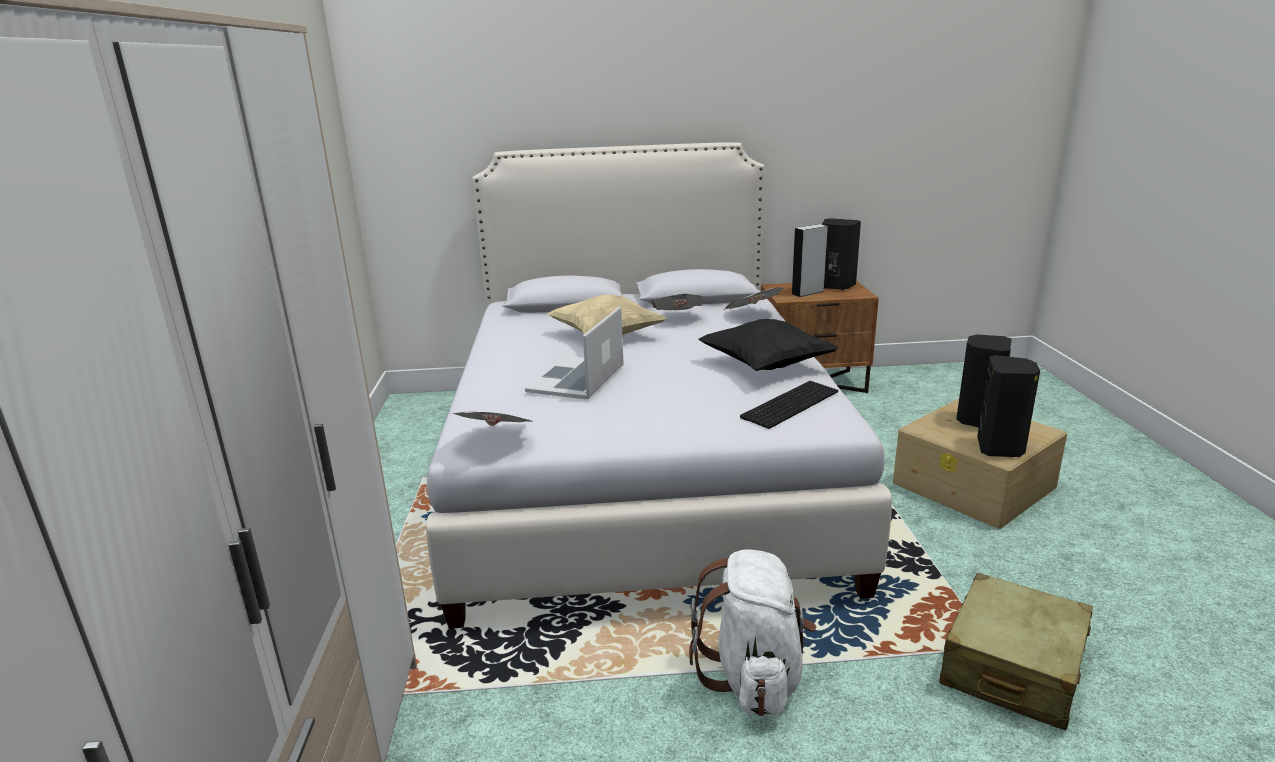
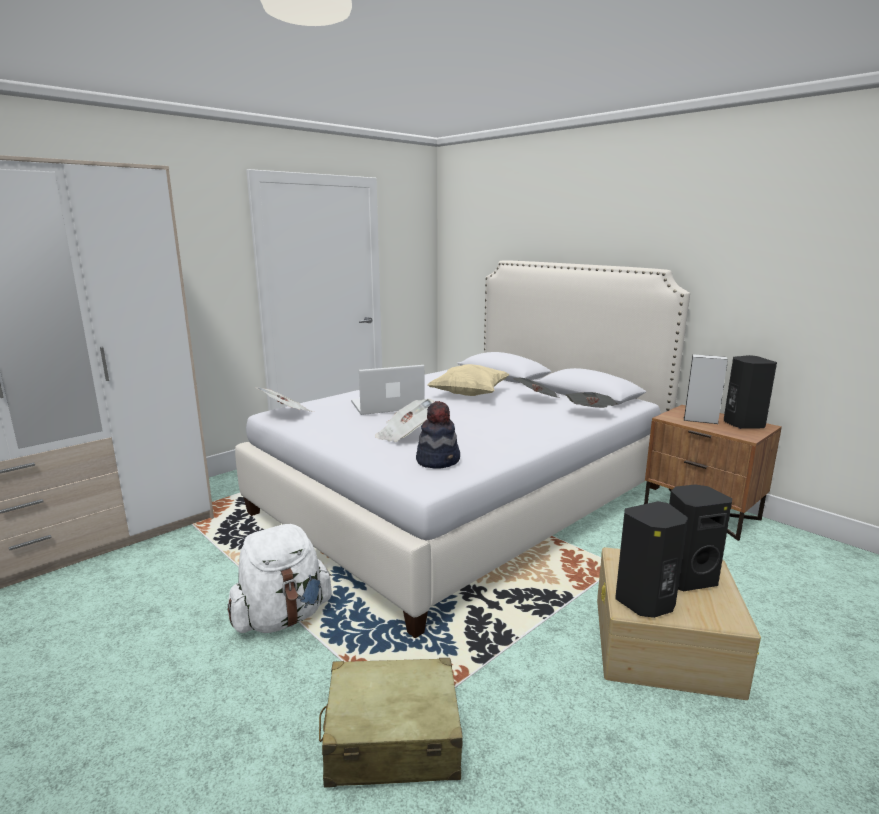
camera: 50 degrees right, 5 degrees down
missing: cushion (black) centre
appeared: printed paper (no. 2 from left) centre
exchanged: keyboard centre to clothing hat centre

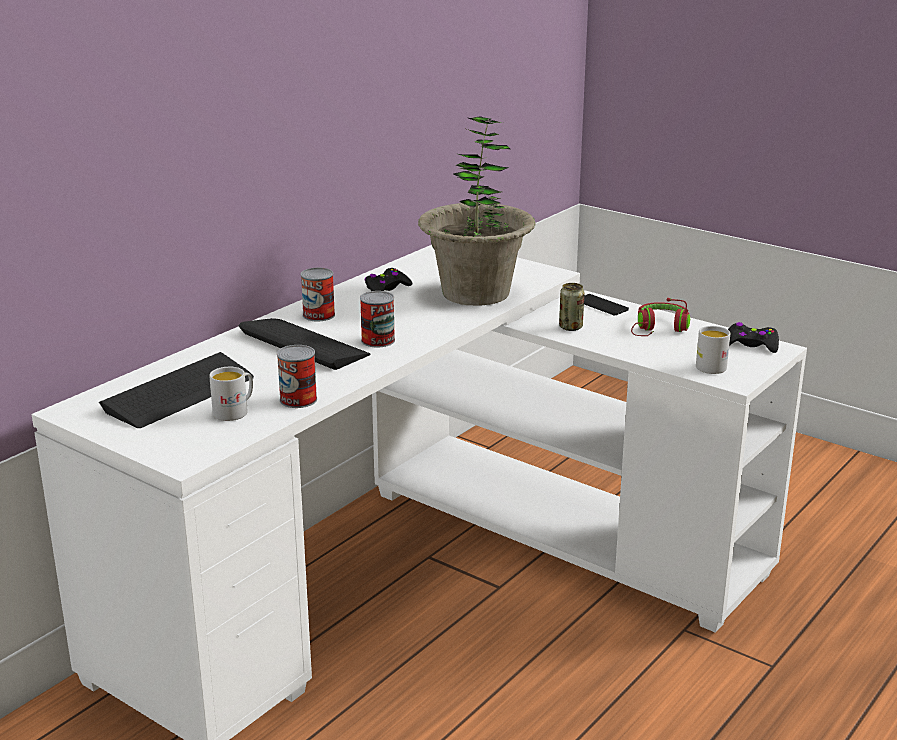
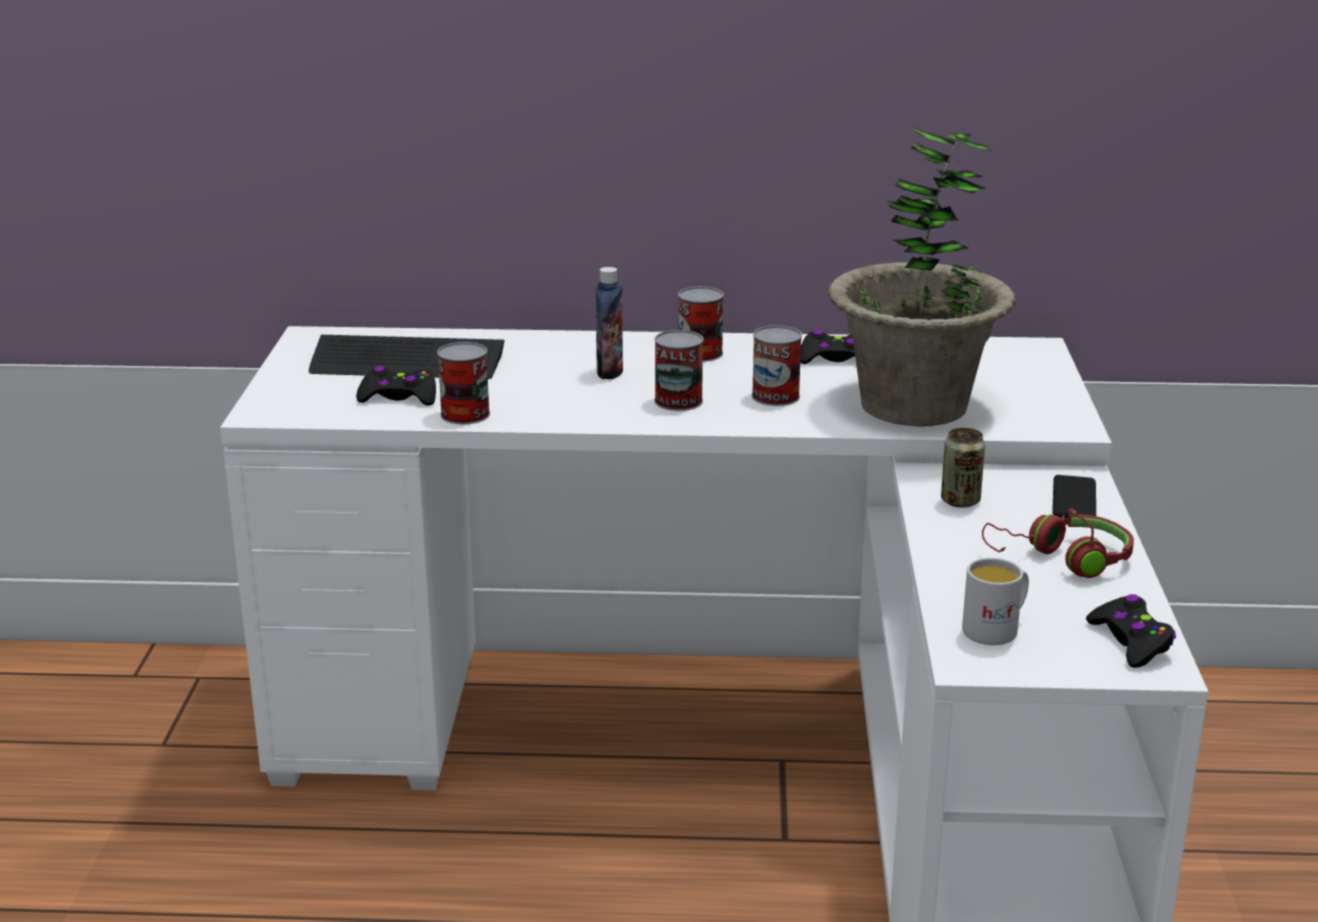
camera: 55 degrees right, 0 degrees up
appeared: can (no. 4 from left) centre
exchanged: mug (white-coloured) (no. 1 from left) middle left to gamepad (black) (no. 1 from left) middle left; keyboard (no. 2 from left) centre to beverage bottle centre

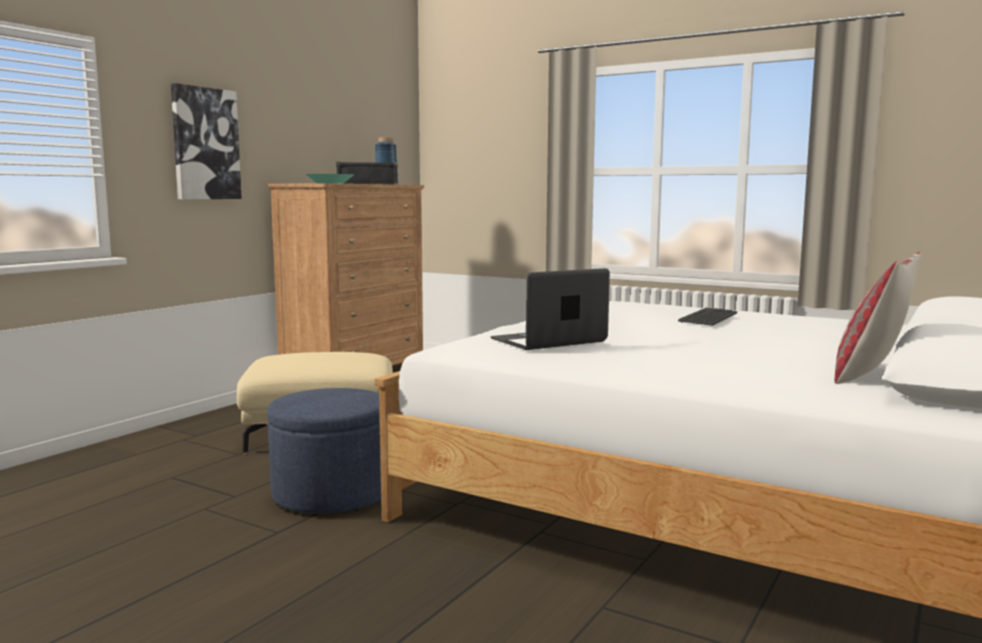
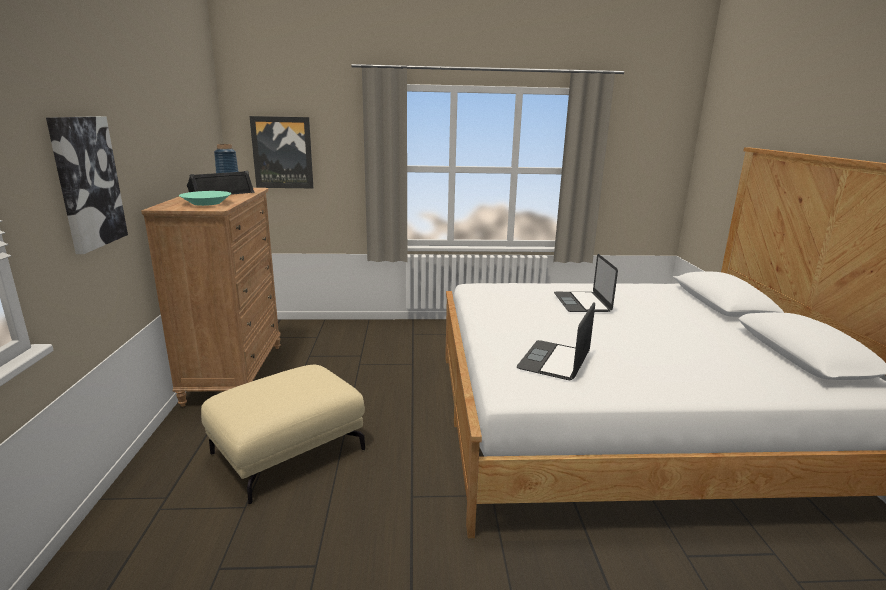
camera: 35 degrees left, 10 degrees up
missing: ottoman (blue) bottom left; cushion middle right
appeared: picture (no. 2 from left) top left
exchanged: keyboard middle right to laptop (no. 2 from left) centre

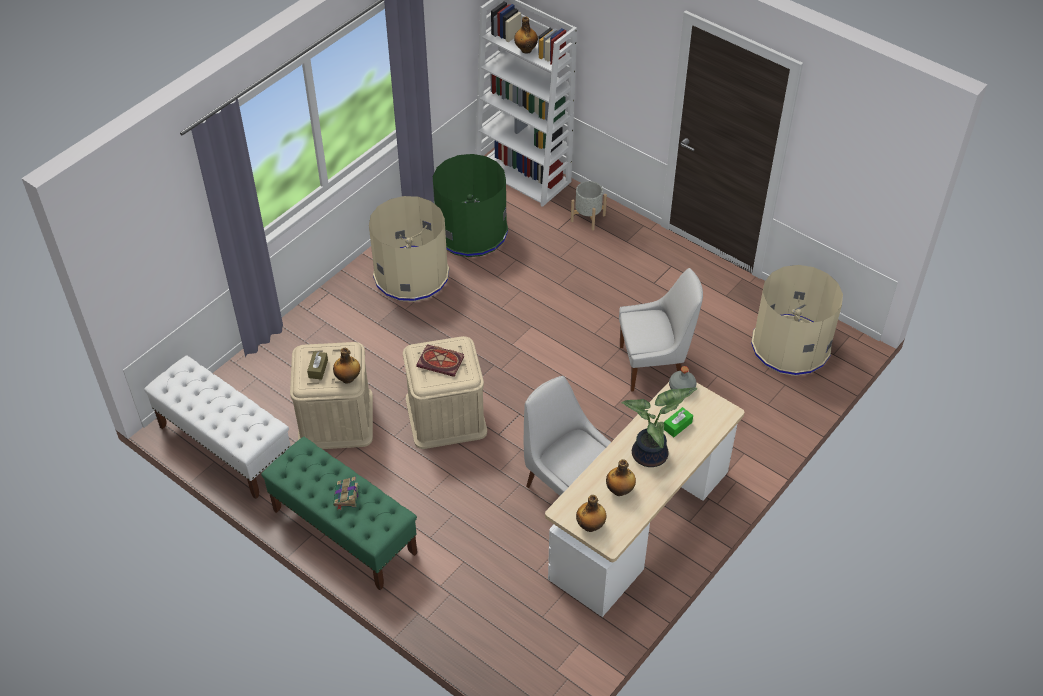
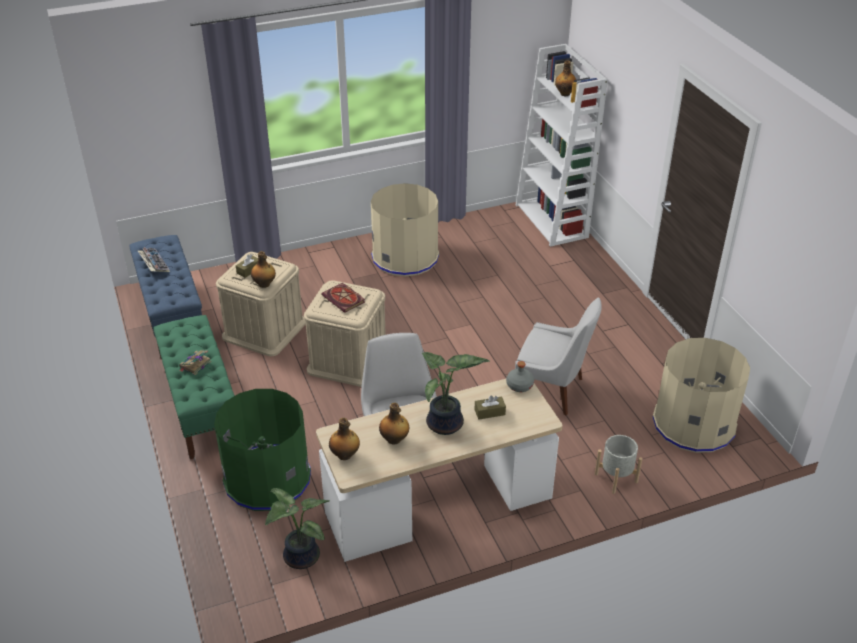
camera: 30 degrees right, 10 degrees down
appeared: keyboard middle left; potted plant (no. 1 from left) bottom centre
relocated: waste bin (green-coloured) top centre to bottom left; flower pot (greyish) top centre to bottom right
colour: long seat (white-coloured) middle left to long seat (blue) middle left; tissue box (green-coloured) centre to tissue box (brown-coloured) (no. 2 from left) centre

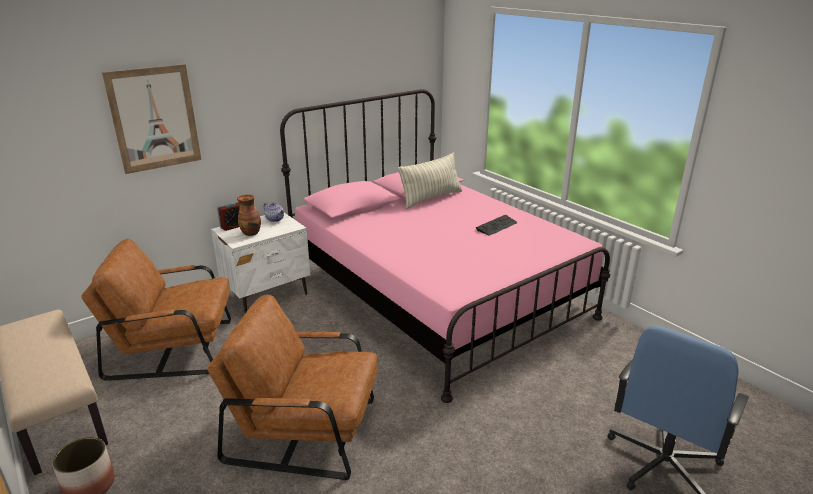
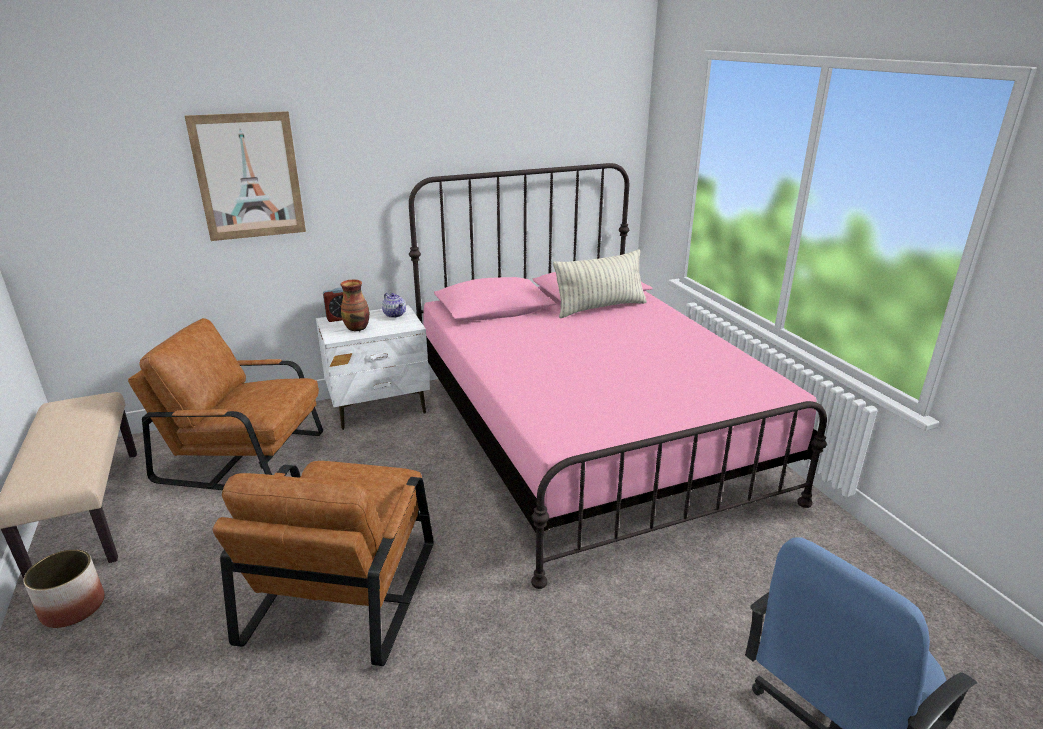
camera: 15 degrees right, 0 degrees up
missing: keyboard centre
spun: easy chair (brown-coloured) (no. 2 from left) bottom centre = bottom left 105 degrees counterclockwise

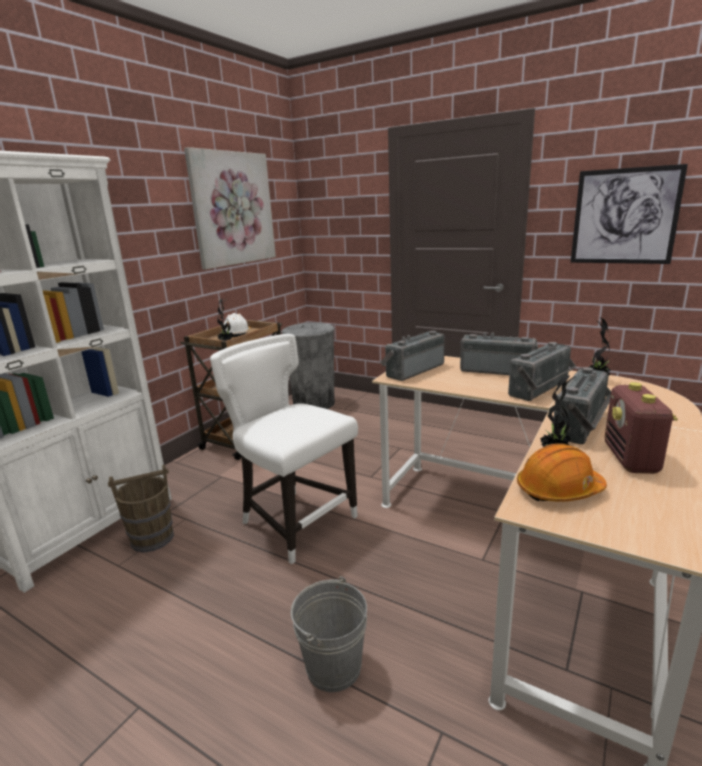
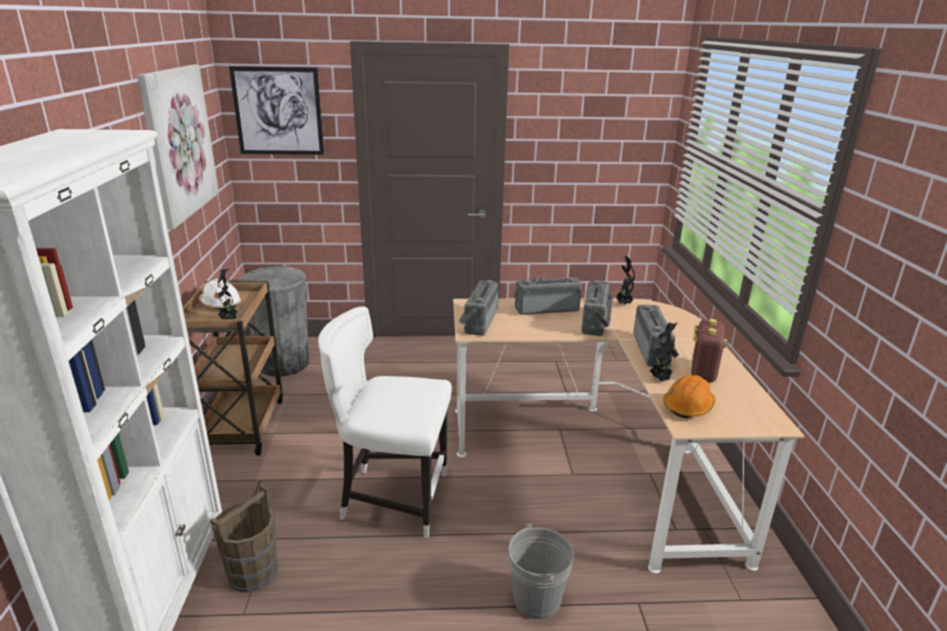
camera: 35 degrees left, 5 degrees up
relocated: picture (no. 2 from left) top right to top left
spun: radio (no. 5 from left) middle right = middle right 135 degrees counterclockwise

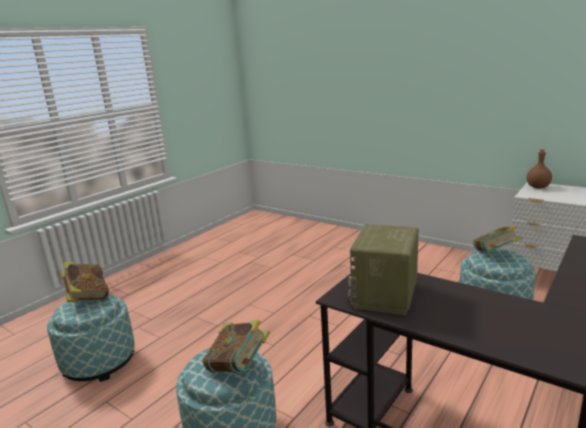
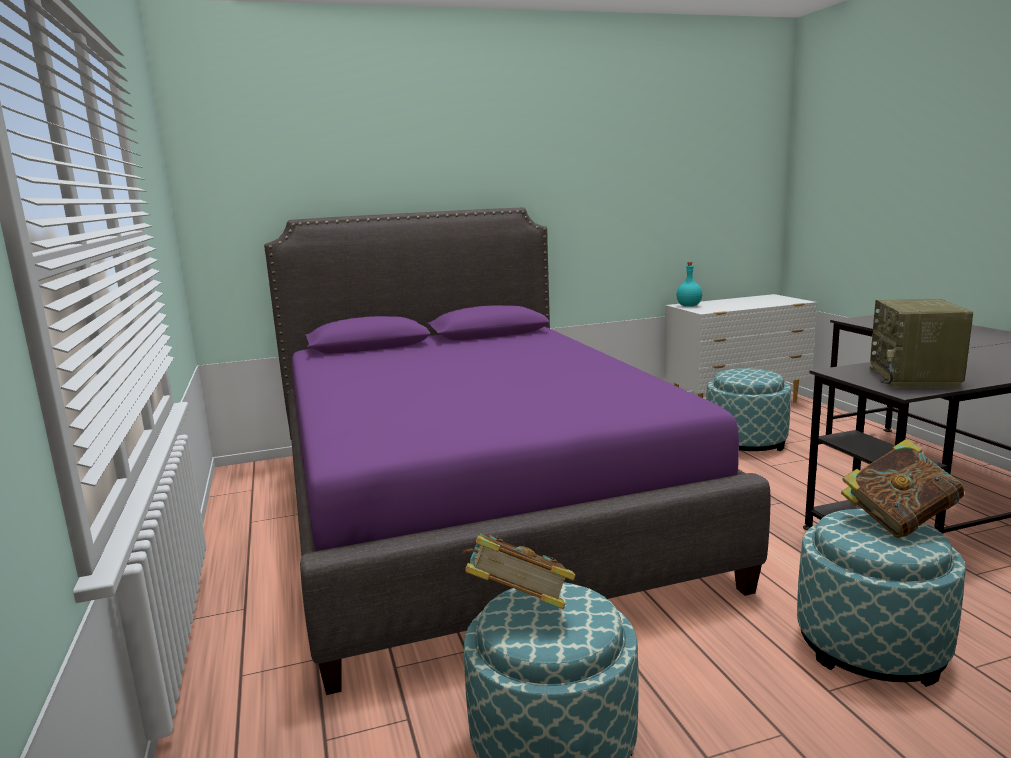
camera: 55 degrees left, 5 degrees down
missing: book (no. 3 from left) middle right
appeared: sleeping bed (purple-coloured) centre
colour: beverage bottle (brown-coloured) middle right to beverage bottle (turquoise-coloured) middle right
spun: radio centre = middle right 45 degrees clockwise

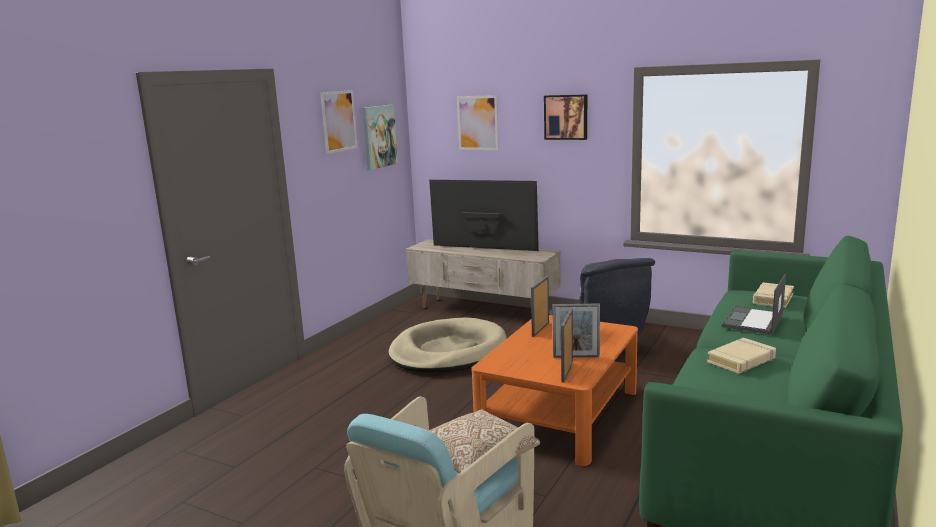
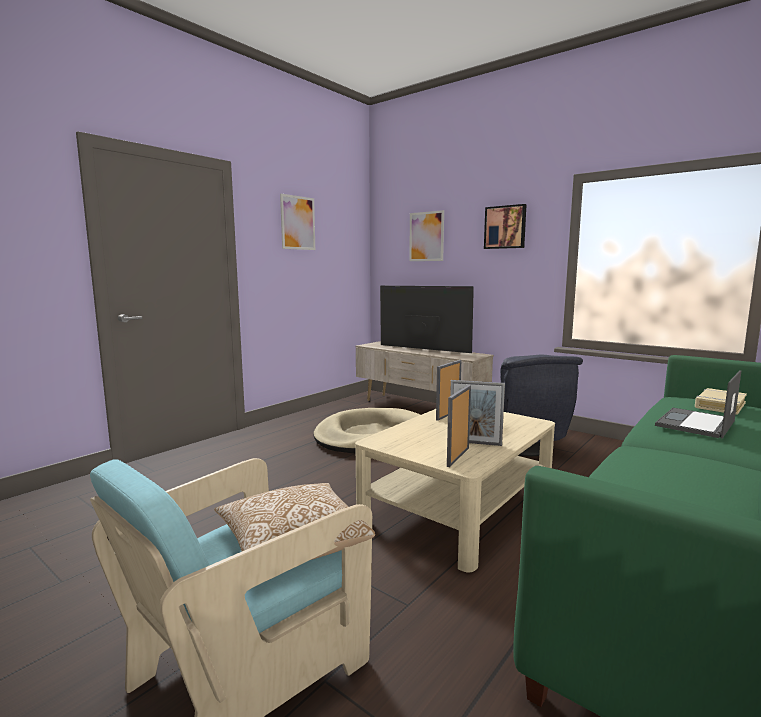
camera: 10 degrees right, 5 degrees down
missing: picture (no. 2 from left) top centre; book (beige-coloured) (no. 1 from left) bottom right
colour: coffee table (orange-coloured) bottom centre to coffee table (beige-coloured) bottom centre

